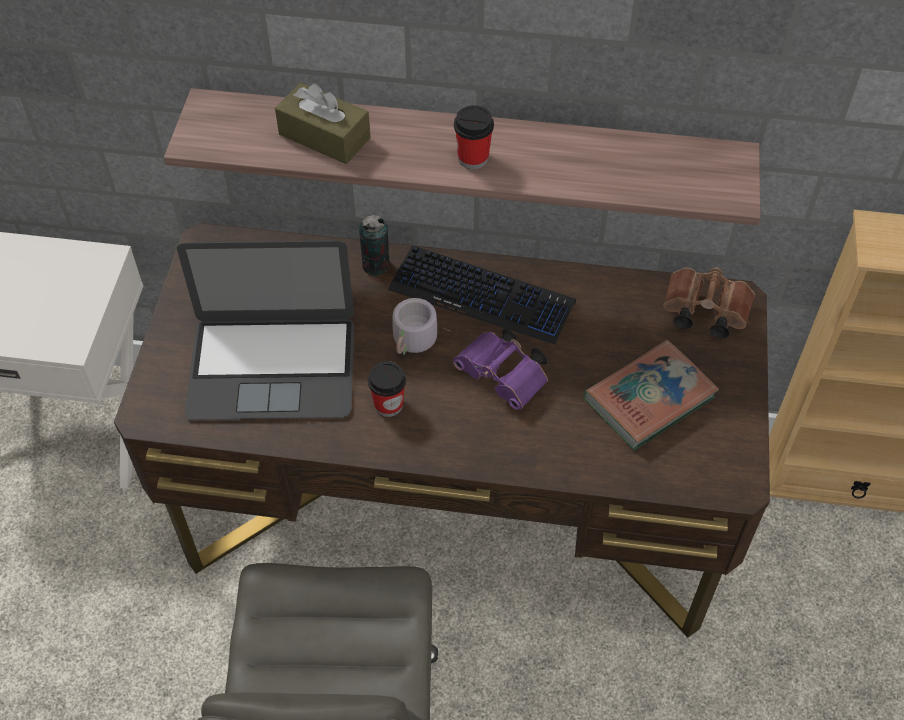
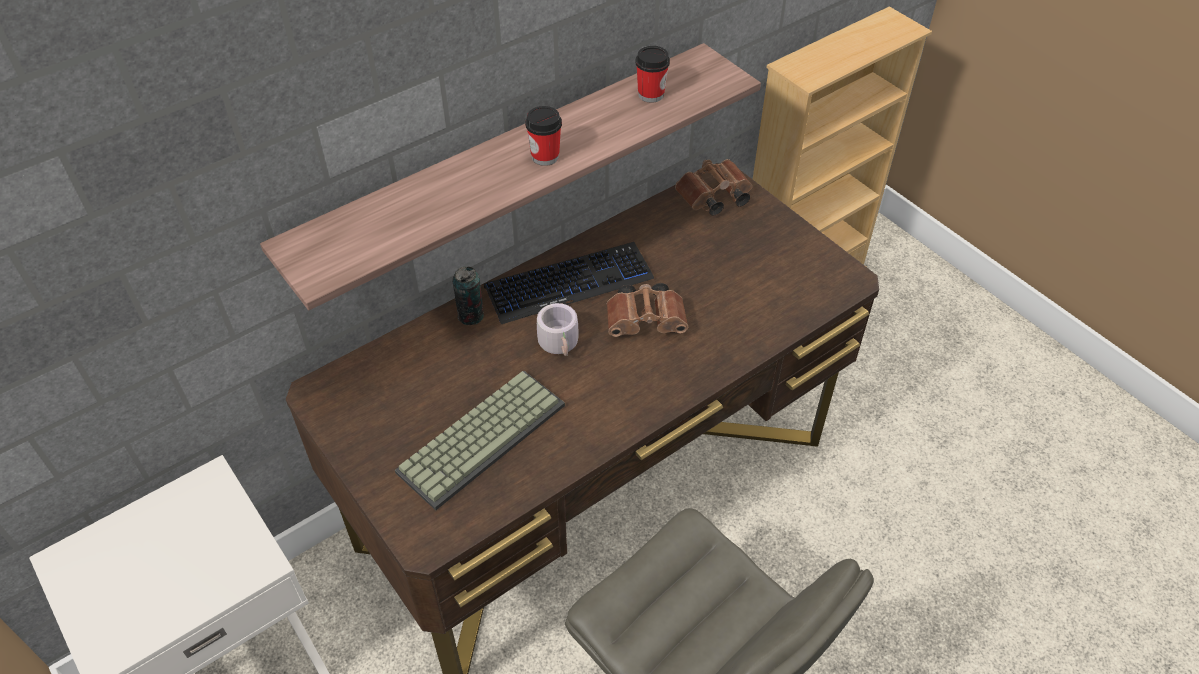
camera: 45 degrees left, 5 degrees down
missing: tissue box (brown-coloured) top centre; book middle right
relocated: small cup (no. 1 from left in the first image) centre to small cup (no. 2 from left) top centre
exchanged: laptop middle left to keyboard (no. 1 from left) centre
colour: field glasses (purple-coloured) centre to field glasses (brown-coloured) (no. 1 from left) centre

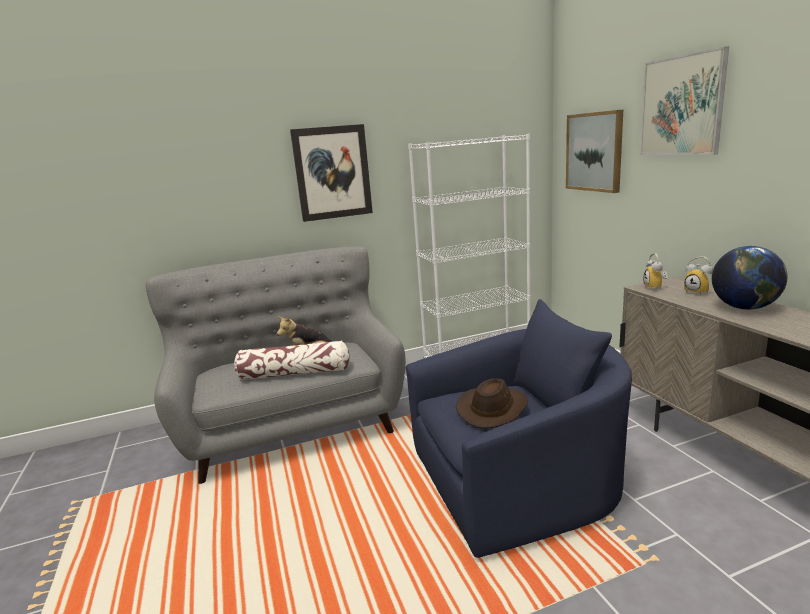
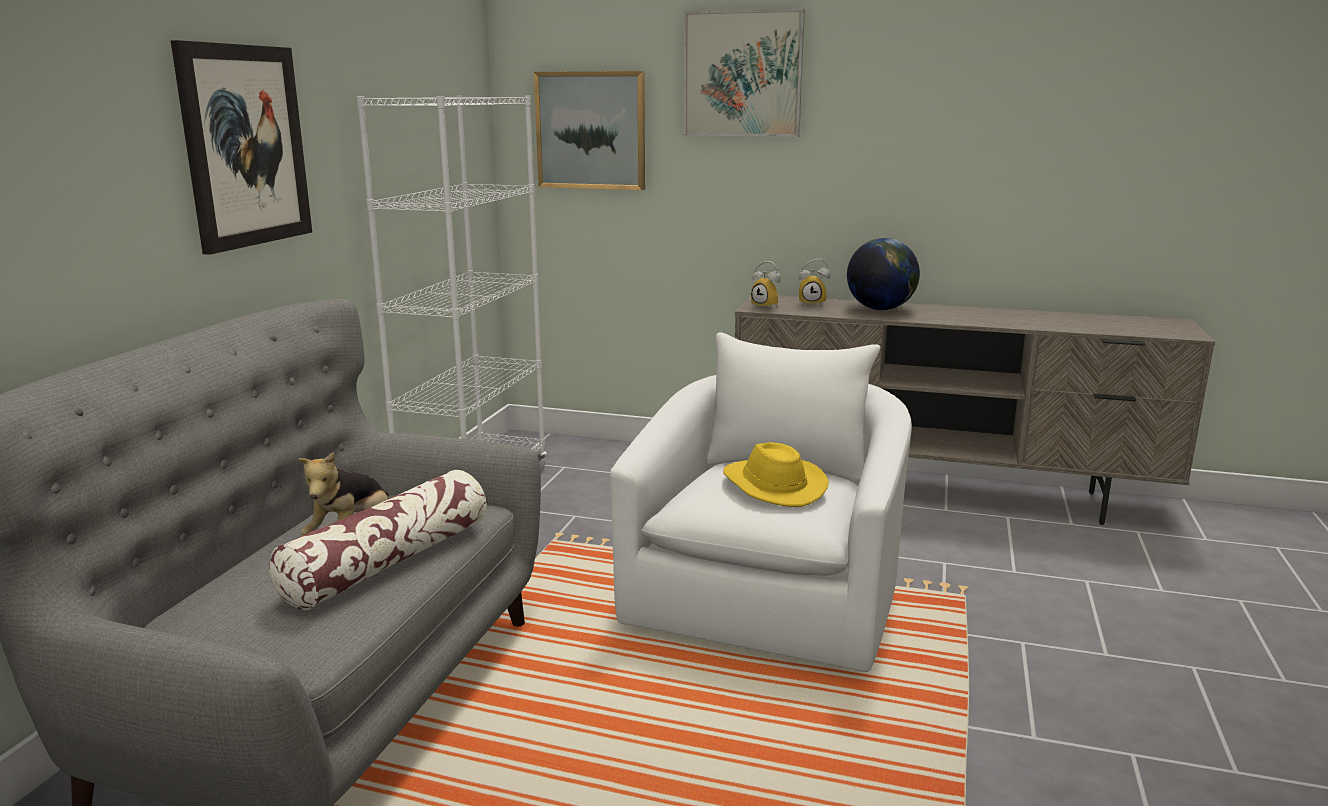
camera: 55 degrees left, 0 degrees up
colour: easy chair (blue) bottom centre to easy chair (white-coloured) centre; clothing hat (brown-coloured) centre to clothing hat (yellowish) centre

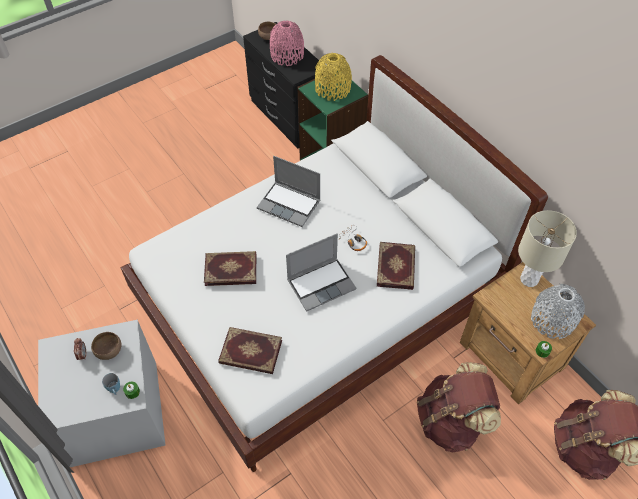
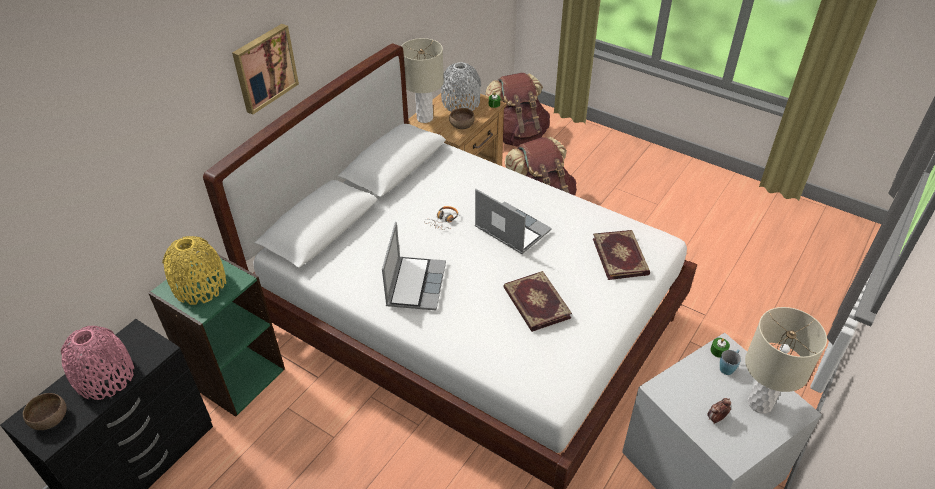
camera: 110 degrees left, 10 degrees down
missing: book (no. 3 from left) centre
appeared: picture top left; tabletop lamp (beige-coloured) (no. 2 from left) bottom right
relocated: serving bowl (brown-coloured) (no. 1 from left in the first image) bottom left to serving bowl (brown-coloured) (no. 2 from left) top centre

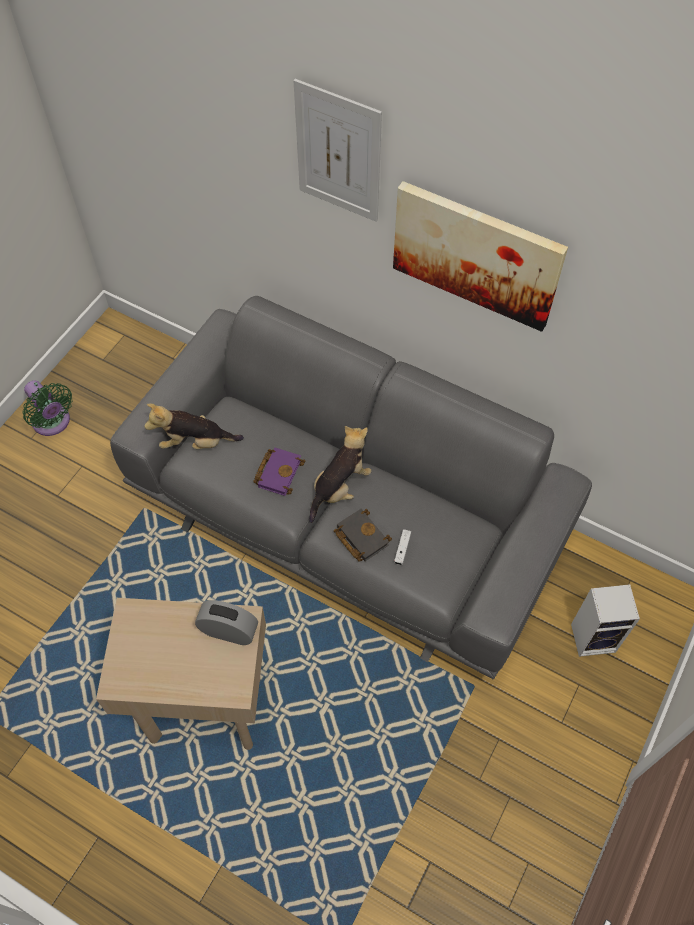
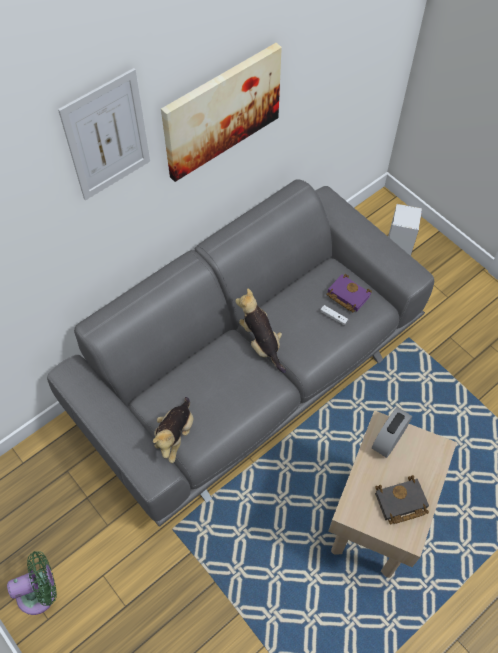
camera: 70 degrees left, 0 degrees up
relocated: book (purple-coloured) centre to middle right; book (black) centre to bottom right

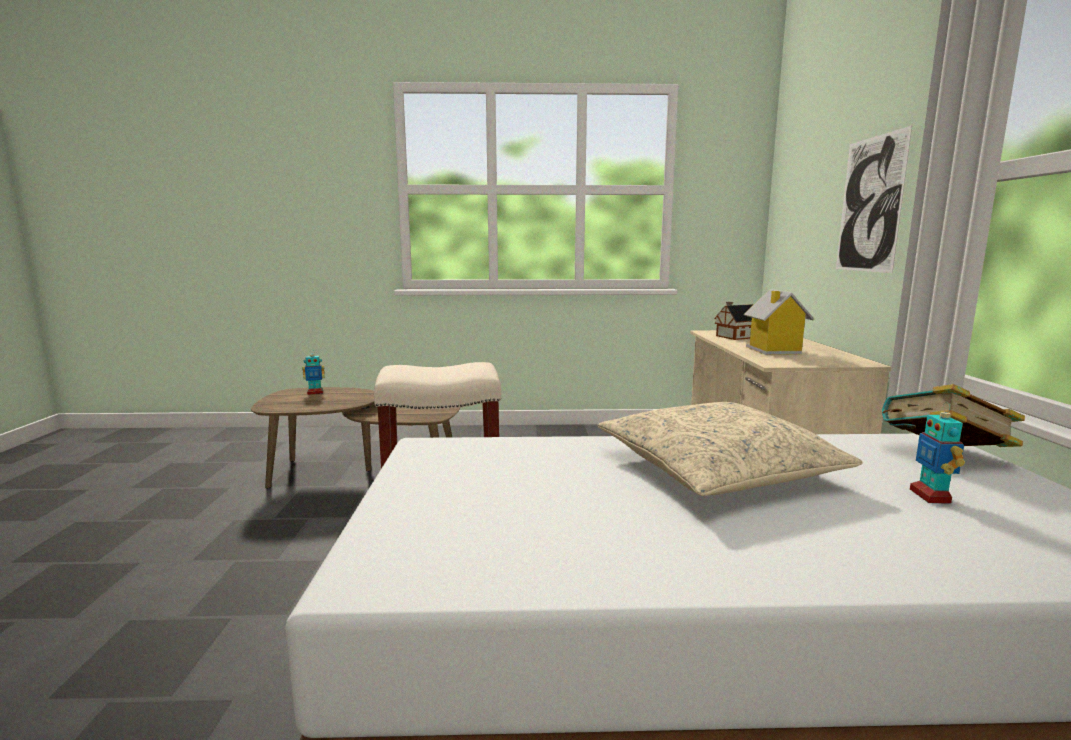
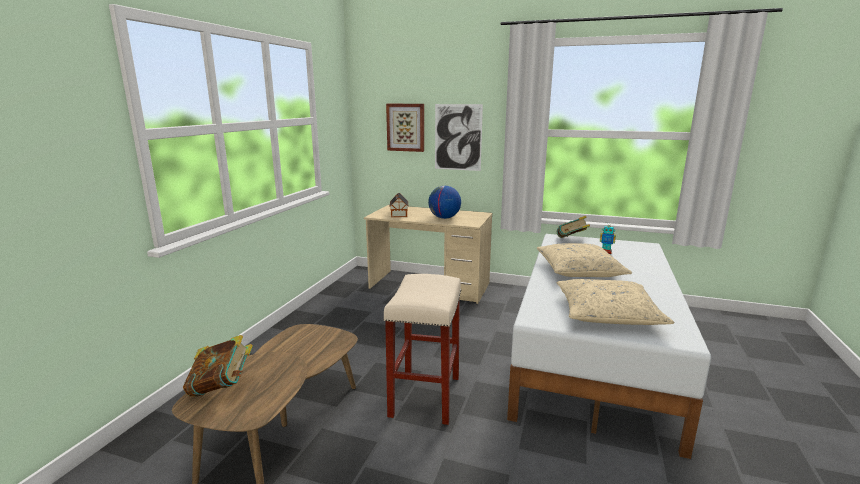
camera: 70 degrees left, 5 degrees up
appeared: picture (no. 1 from left) top centre; cushion (beige-coloured) (no. 2 from left) middle right
exchanged: model robot (no. 1 from left) middle left to book (no. 1 from left) bottom left; toy house (no. 2 from left) middle right to world globe centre

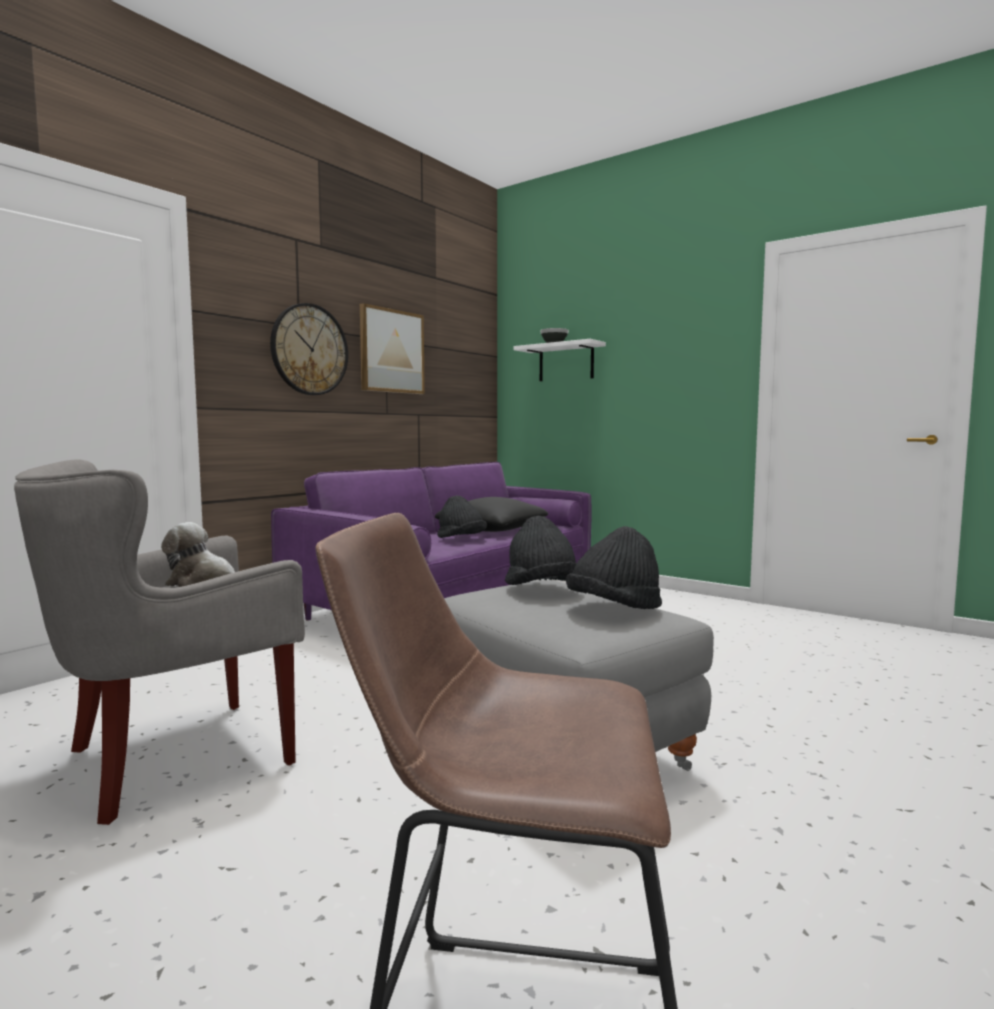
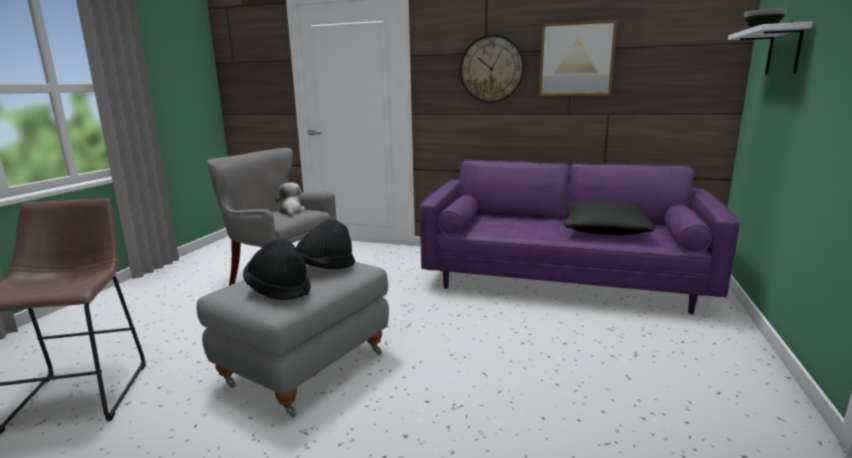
camera: 70 degrees right, 10 degrees up
missing: clothing hat (black) (no. 1 from left) centre

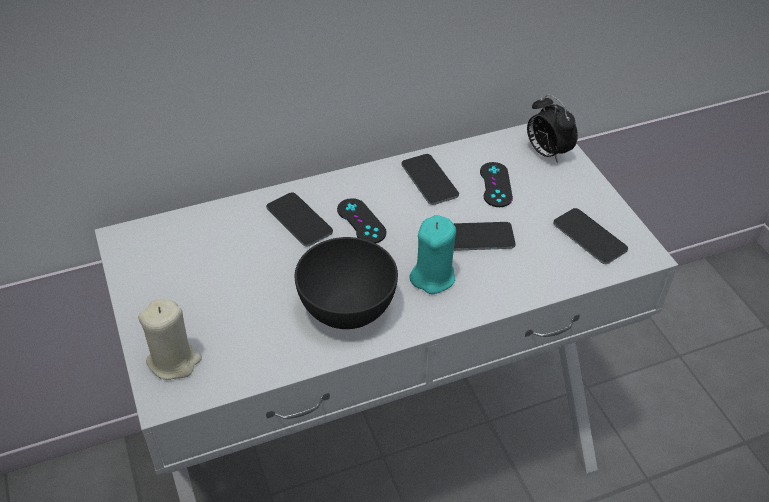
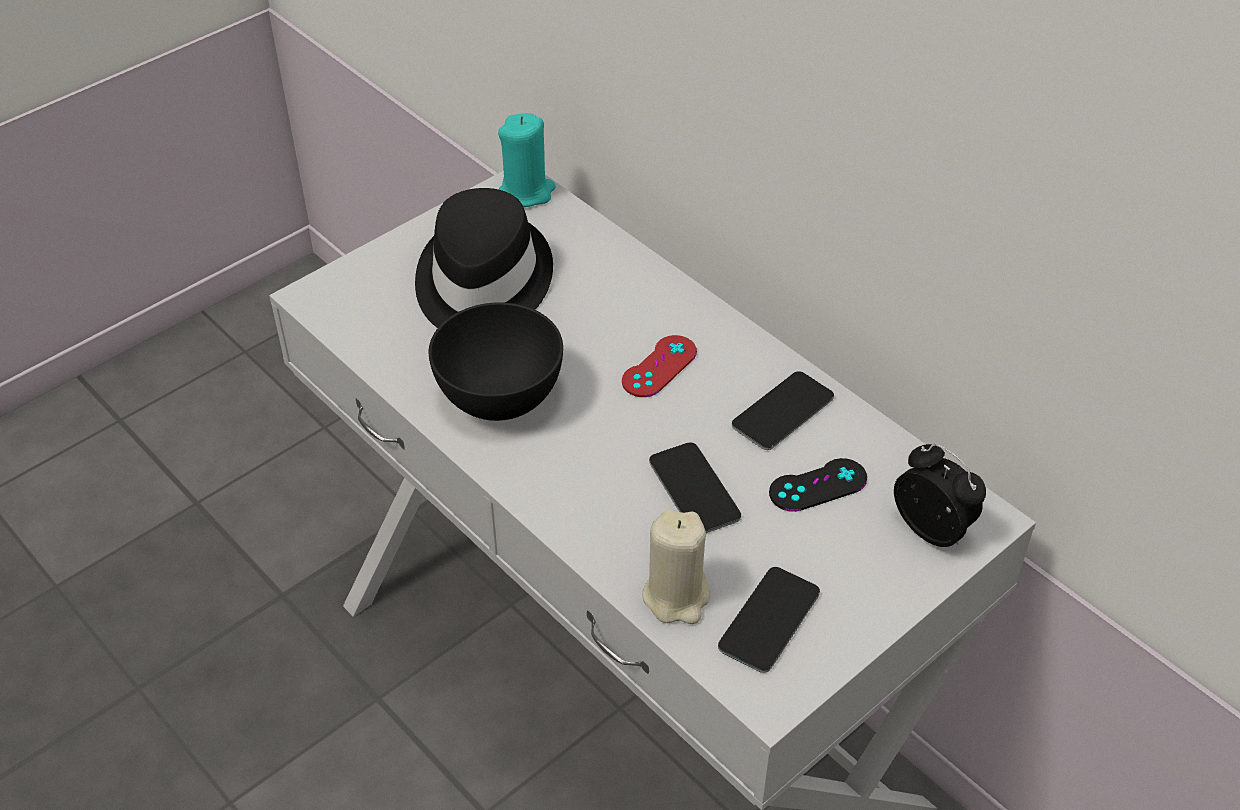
camera: 70 degrees right, 0 degrees up
missing: telephone (no. 1 from left) centre
appeared: clothing hat (black) top centre
relocated: candle (beige-coloured) bottom left to bottom centre; candle (turquoise-coloured) centre to top centre
colour: gamepad (black) (no. 1 from left) centre to gamepad (red) centre
spun: bedside clock top right = middle right 105 degrees clockwise

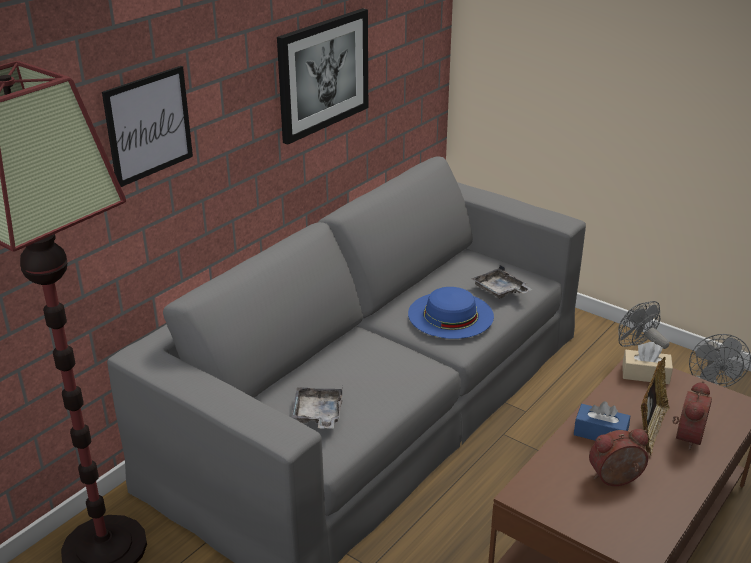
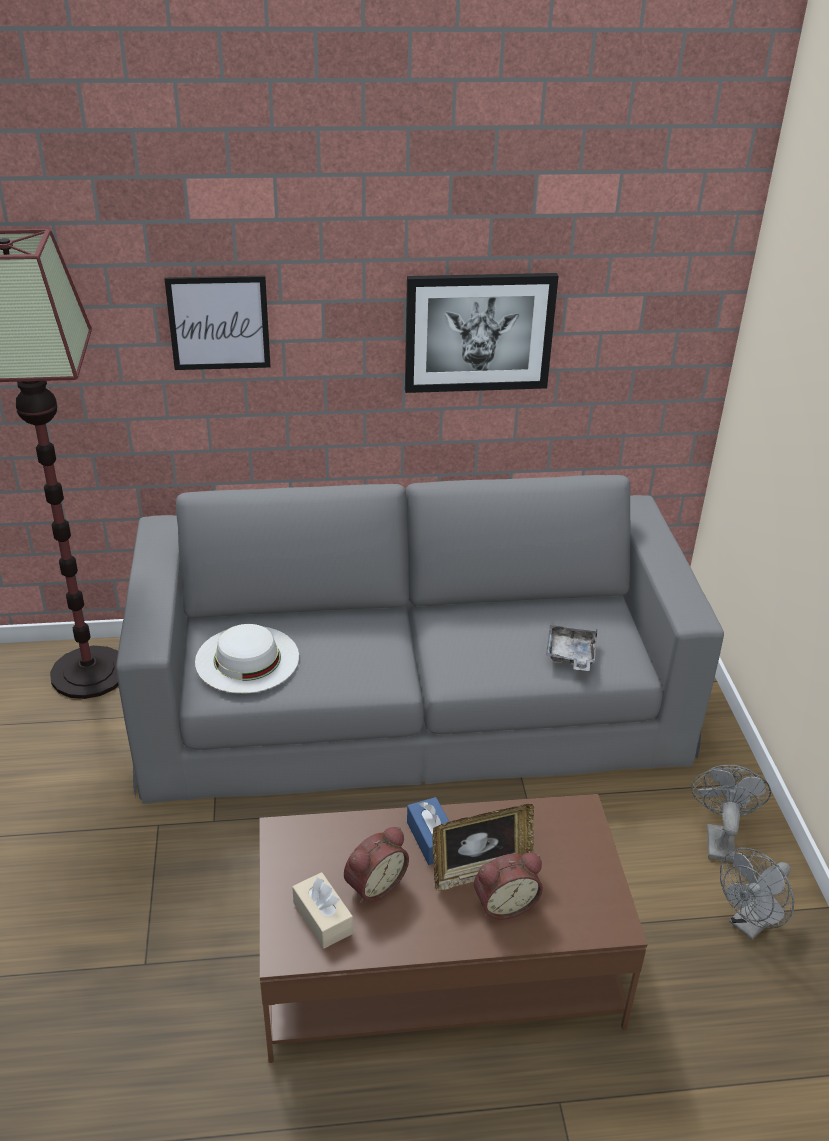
camera: 45 degrees right, 5 degrees up
missing: clothing hat (blue) centre
relocated: tissue box (beige-coloured) middle right to bottom centre
exchanged: serving tray (greyish) (no. 1 from left) bottom centre to clothing hat (white-coloured) middle left
spun: bedside clock (no. 1 from left) bottom right = bottom centre 105 degrees clockwise

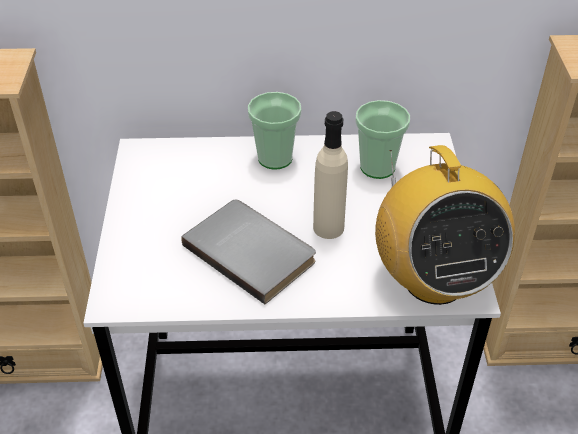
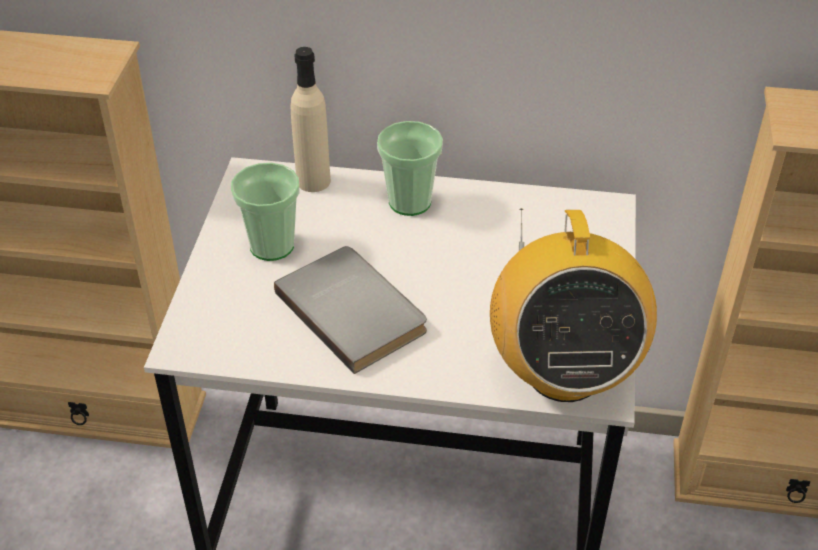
camera: 10 degrees right, 0 degrees up
relocated: beverage bottle (beige-coloured) centre to top centre; small cup (no. 2 from left in the first image) top centre to small cup (no. 1 from left) middle left

